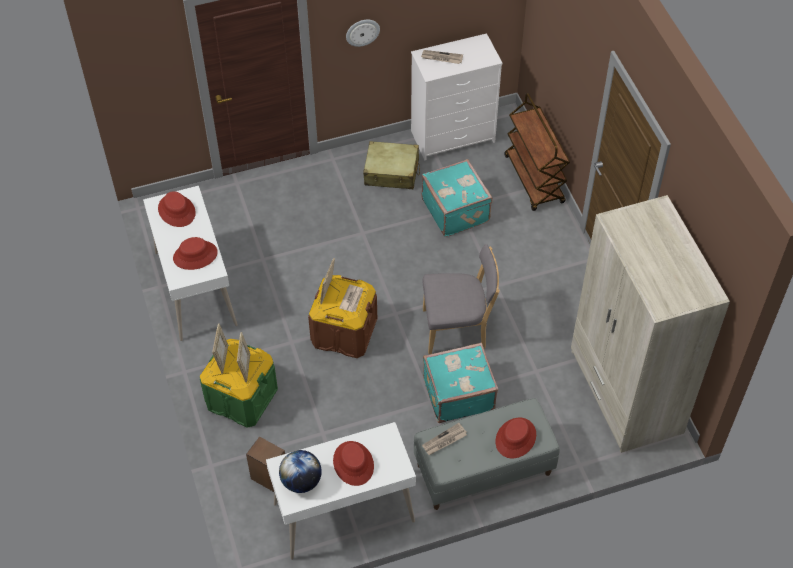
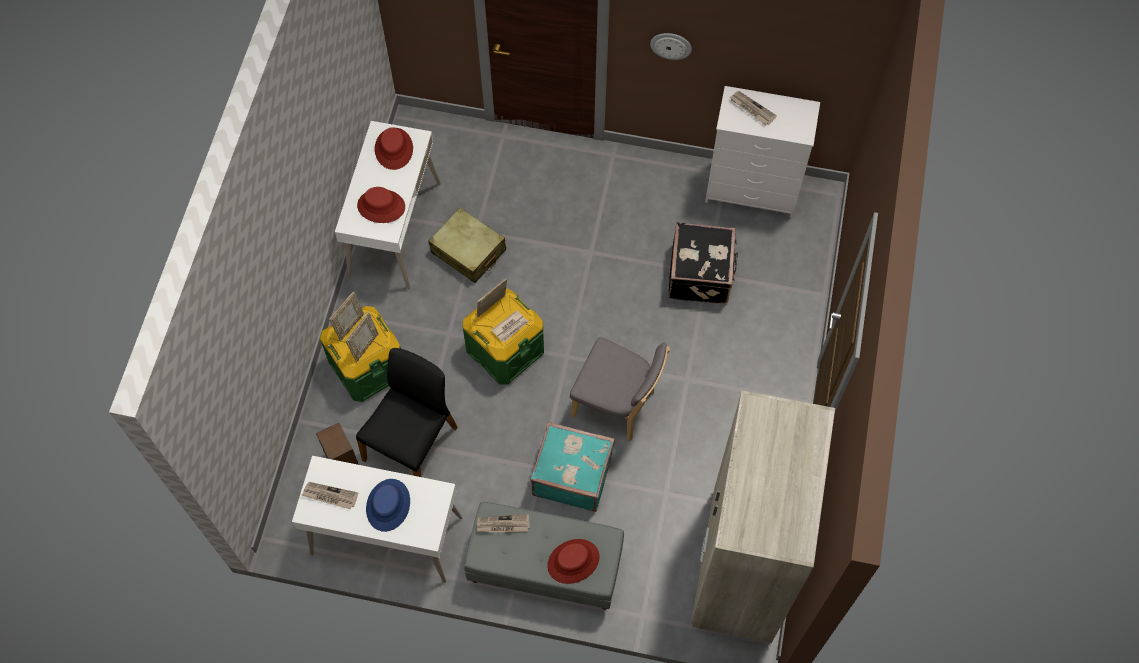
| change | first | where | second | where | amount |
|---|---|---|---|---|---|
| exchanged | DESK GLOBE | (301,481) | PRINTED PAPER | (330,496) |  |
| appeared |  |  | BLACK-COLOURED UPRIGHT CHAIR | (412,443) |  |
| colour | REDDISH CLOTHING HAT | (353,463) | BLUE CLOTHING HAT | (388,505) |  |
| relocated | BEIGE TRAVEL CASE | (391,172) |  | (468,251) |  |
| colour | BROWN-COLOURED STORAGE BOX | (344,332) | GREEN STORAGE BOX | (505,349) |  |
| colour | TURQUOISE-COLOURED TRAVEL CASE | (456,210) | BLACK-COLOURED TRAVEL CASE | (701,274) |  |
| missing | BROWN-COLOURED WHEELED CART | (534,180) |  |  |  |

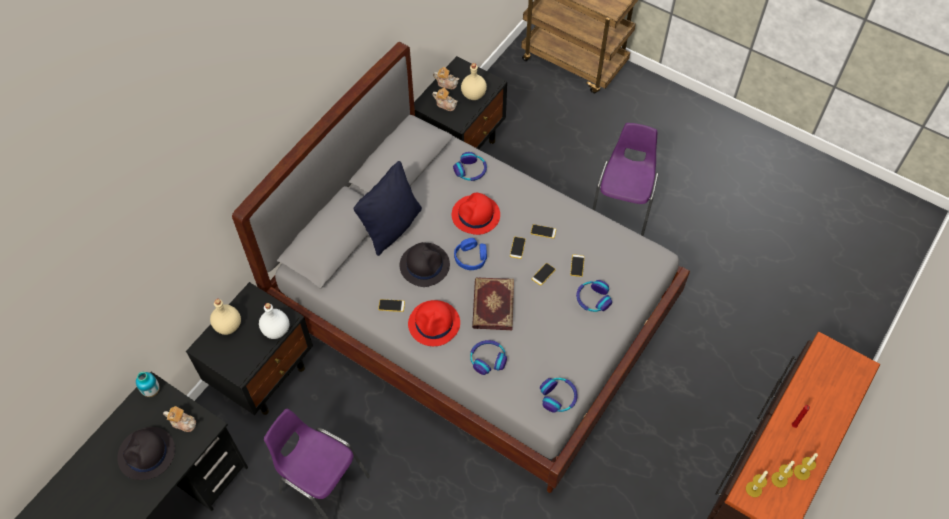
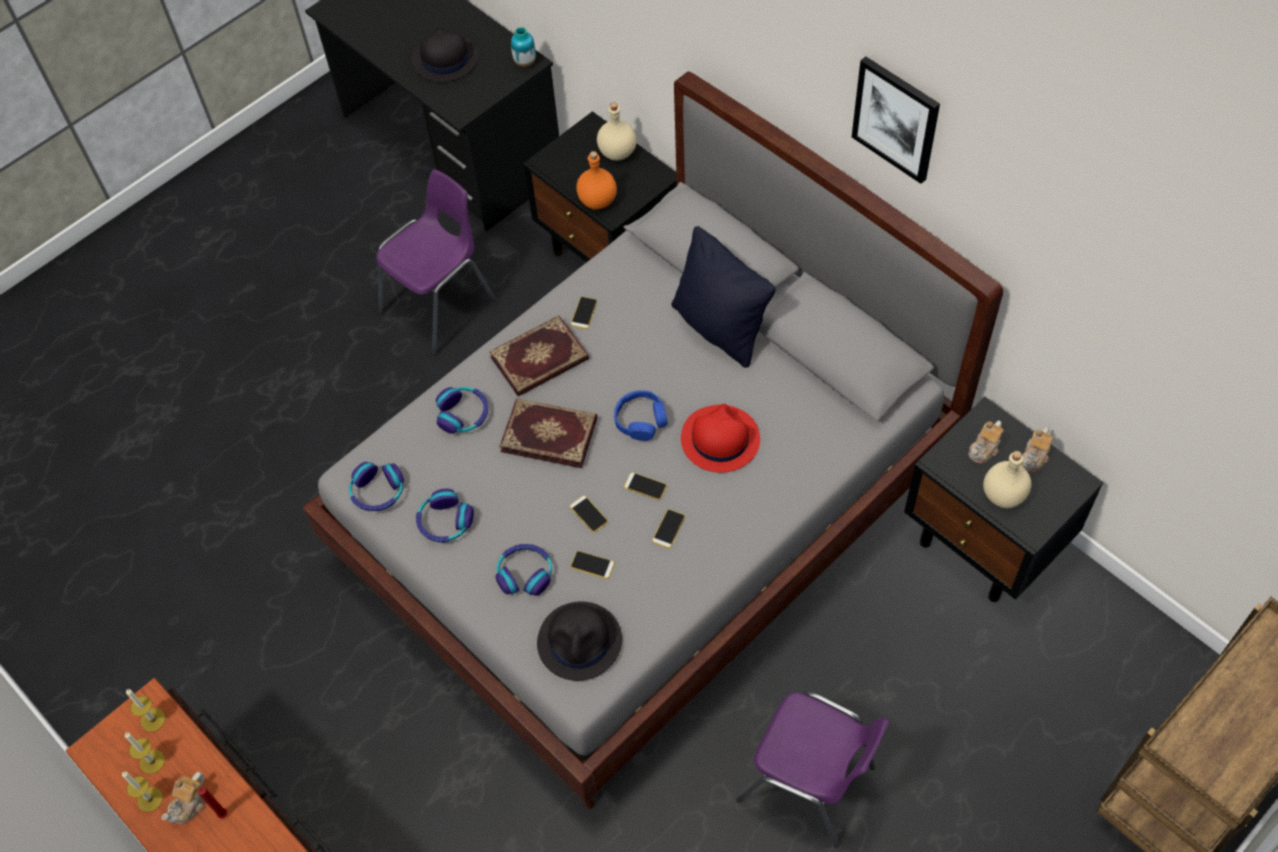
| change | first | where | second | where | amount |
|---|---|---|---|---|---|
| relocated | POT FOR TEA | (183,422) |  | (190,804) |  |
| relocated | HEADSET | (470,171) |  | (445,522) |  |
| exchanged | REDDISH CLOTHING HAT | (434,323) | VOLUME | (540,359) |  |
| relocated | BLACK-COLOURED CLOTHING HAT | (424,265) |  | (580,641) |  |
| colour | WHITE-COLOURED BEVERAGE BOTTLE | (277,330) | ORANGE-COLOURED BEVERAGE BOTTLE | (597,201) |  |
| appeared |  |  | WALL ART | (896,119) |  |

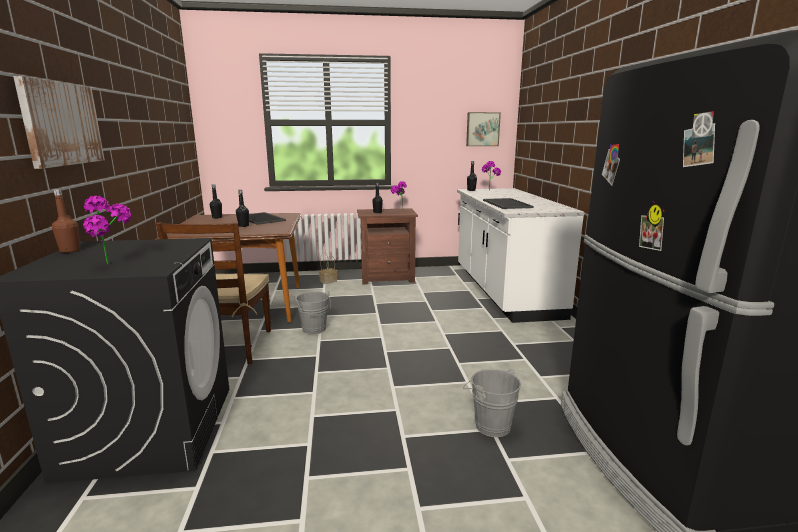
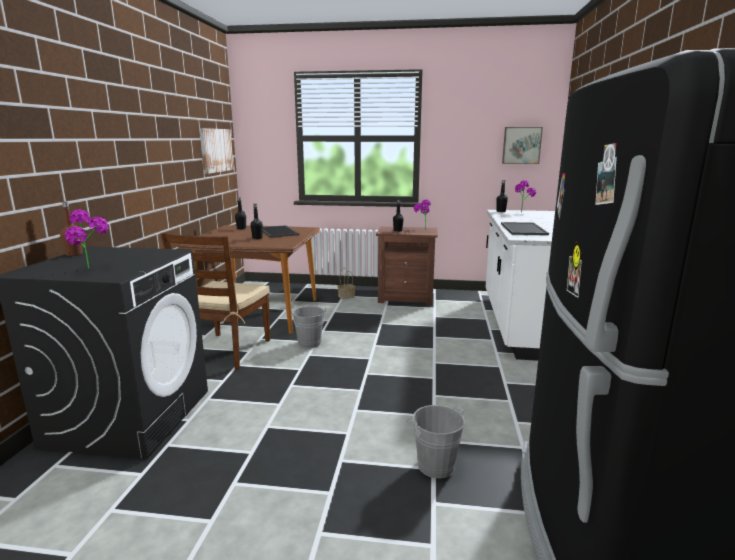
| change | first | where | second | where | amount |
|---|---|---|---|---|---|
| relocated | WALL ART | (61,124) |  | (216,150) |  |

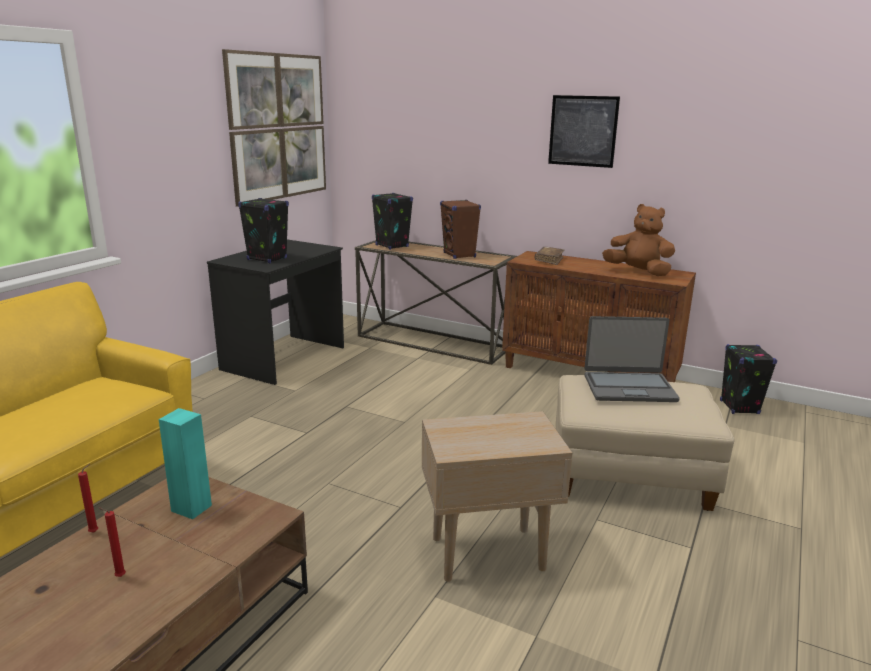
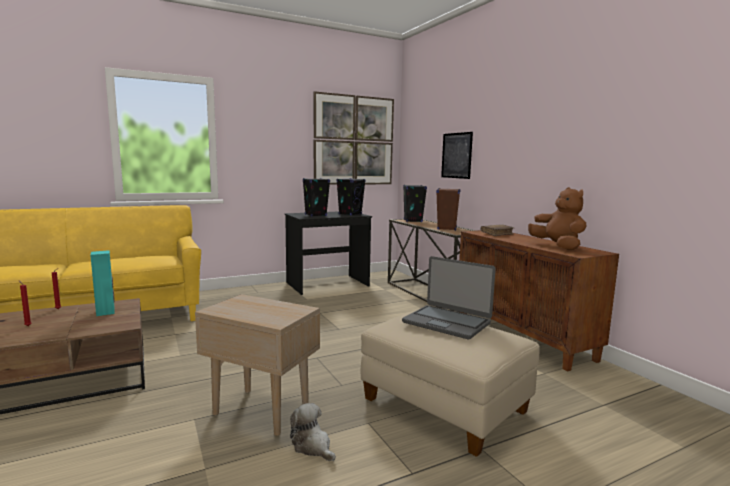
| change | first | where | second | where | amount |
|---|---|---|---|---|---|
| appeared |  |  | PLUSH TOY | (313,446) |  |
| relocated | BLACK-COLOURED AUDIO SPEAKER | (739,407) |  | (350,214) |  |
| relocated | WALL ART | (583,131) |  | (456,155) |  |

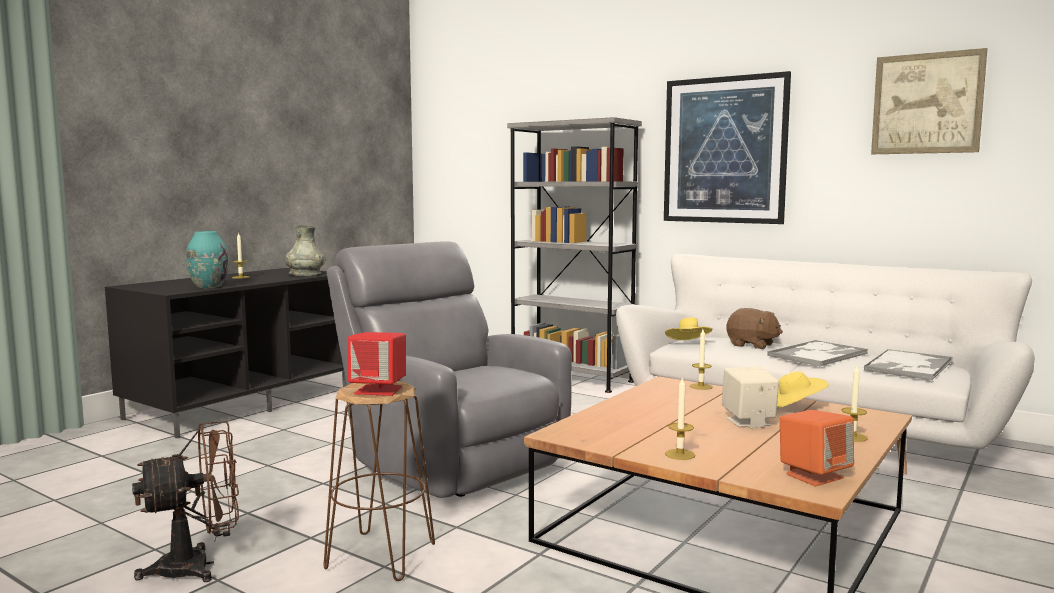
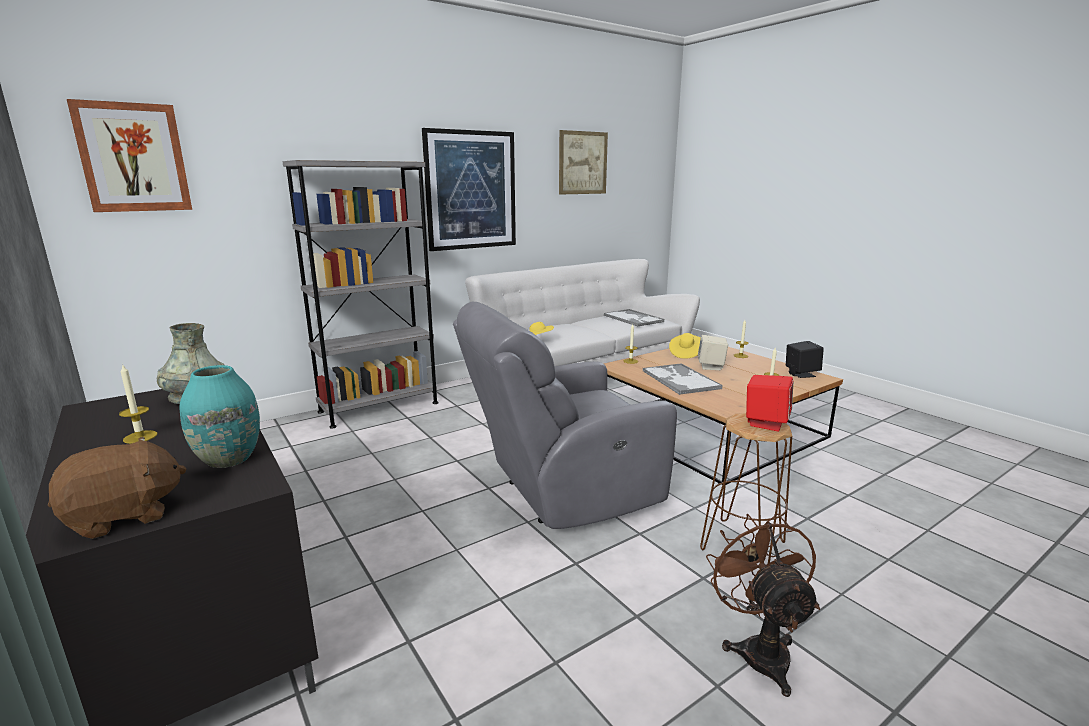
| change | first | where | second | where | amount |
|---|---|---|---|---|---|
| relocated | BROWN-COLOURED PLUSH TOY | (752,345) |  | (124,516) |  |
| appeared |  |  | WALL ART | (133,158) |  |
| relocated | CARRYING TRAY | (818,354) |  | (679,379) |  |
| colour | ORANGE-COLOURED AUDIO SPEAKER | (814,476) | BLACK-COLOURED AUDIO SPEAKER | (801,374) |  |

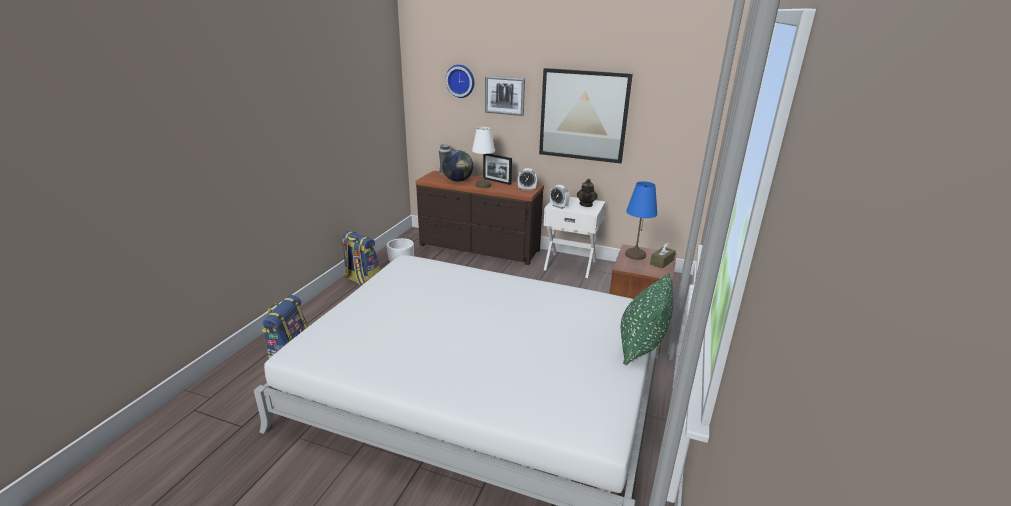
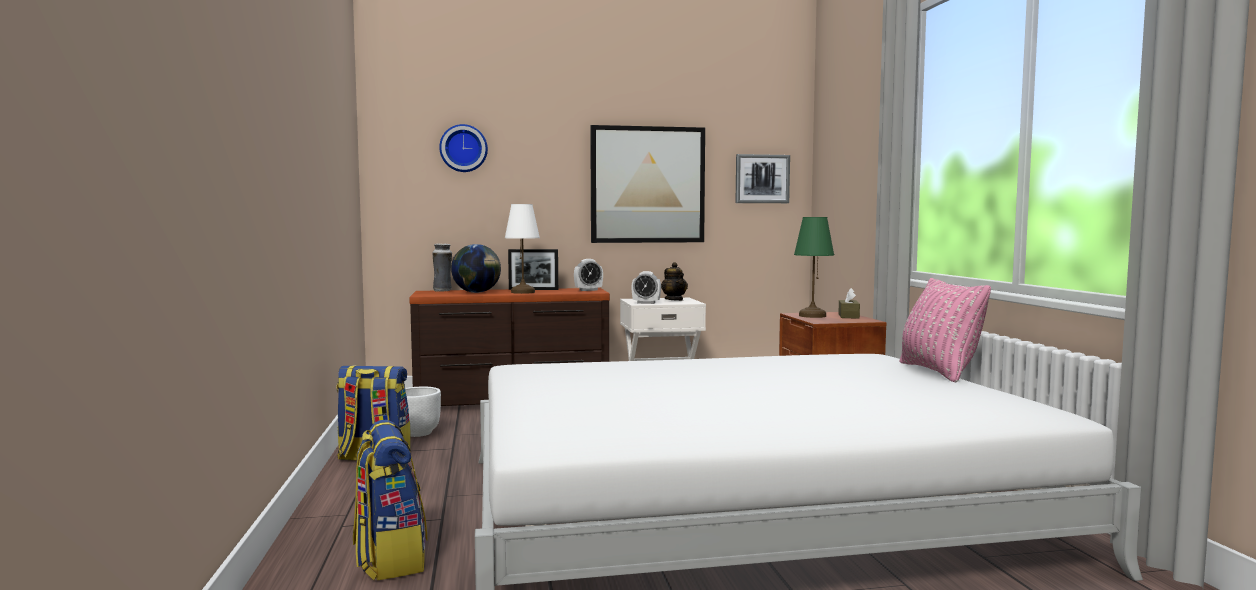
| change | first | where | second | where | amount |
|---|---|---|---|---|---|
| relocated | WALL ART | (505,95) |  | (762,179) |  |
| colour | BLUE LAMP FOR A TABLE | (635,255) | GREEN LAMP FOR A TABLE | (811,316) |  |
| colour | GREEN THROW PILLOW | (641,346) | PINK-COLOURED THROW PILLOW | (938,372) |  |

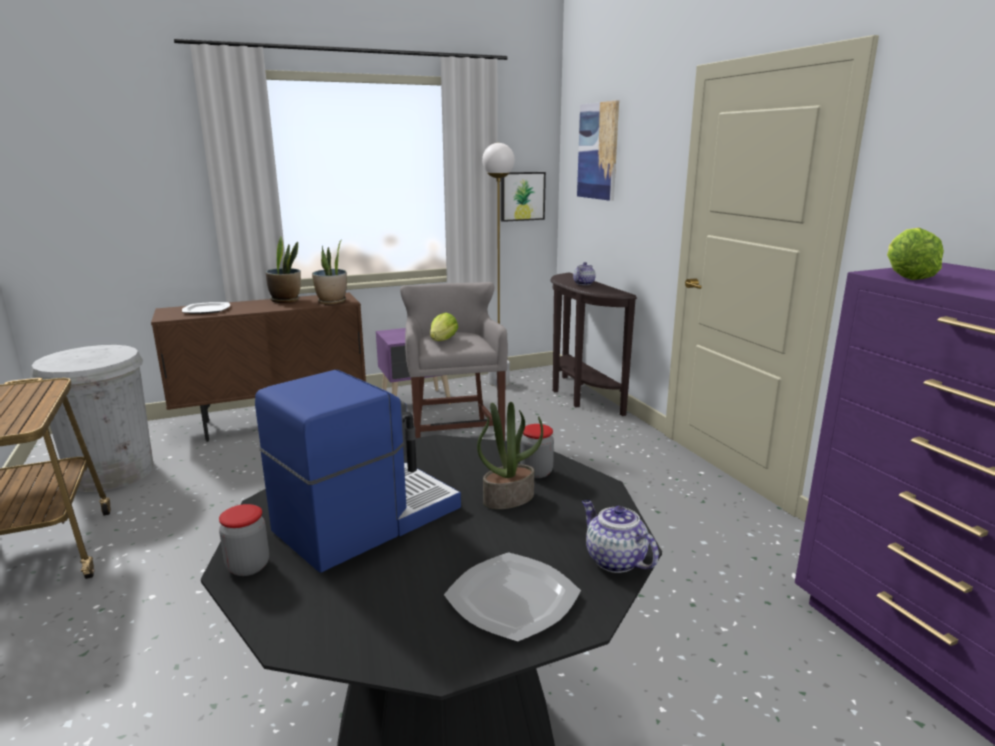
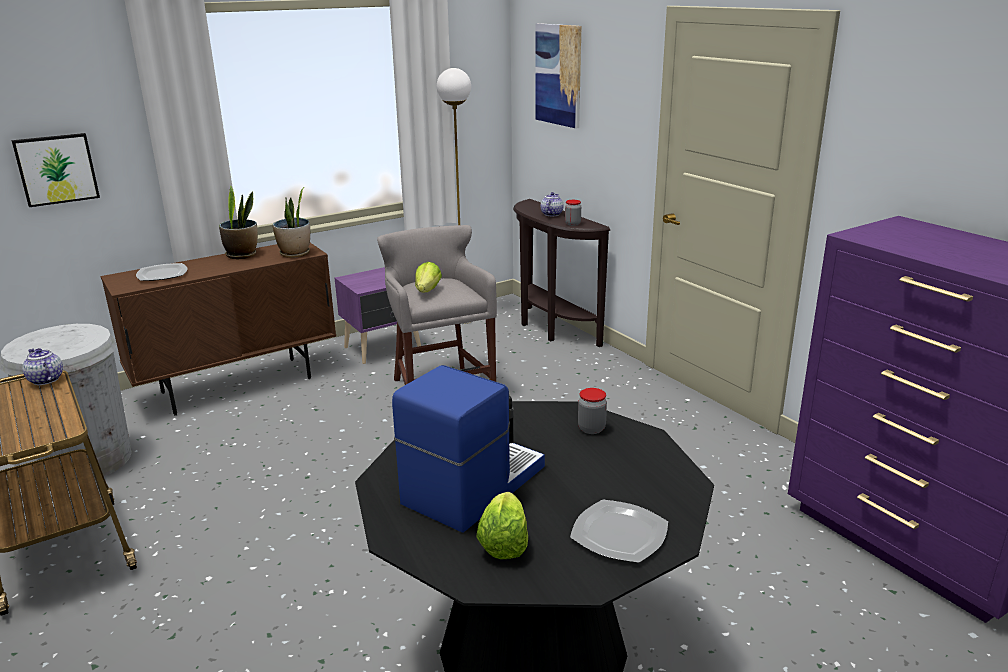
| change | first | where | second | where | amount |
|---|---|---|---|---|---|
| relocated | WALL ART | (522,196) |  | (56,169) |  |
| relocated | POT FOR TEA | (614,560) |  | (45,379) |  |
| relocated | LETTUCE HEAD | (906,276) |  | (504,543) |  |
| relocated | PRESERVE JAR | (248,566) |  | (572,224) |  |
| missing | POTTED PLANT | (509,498) |  |  |  |

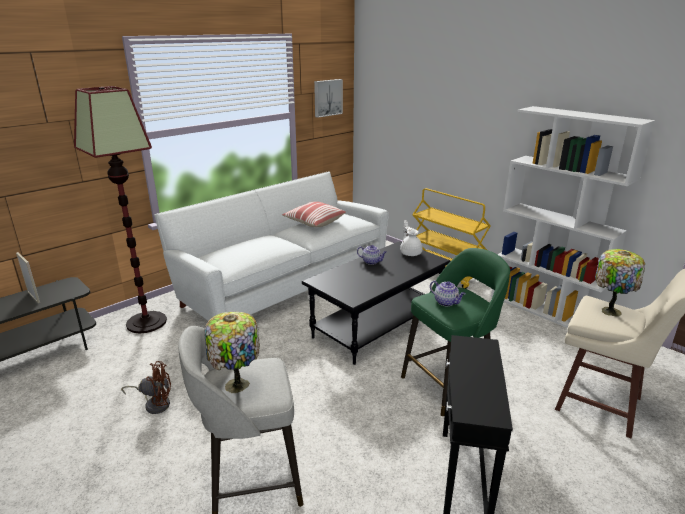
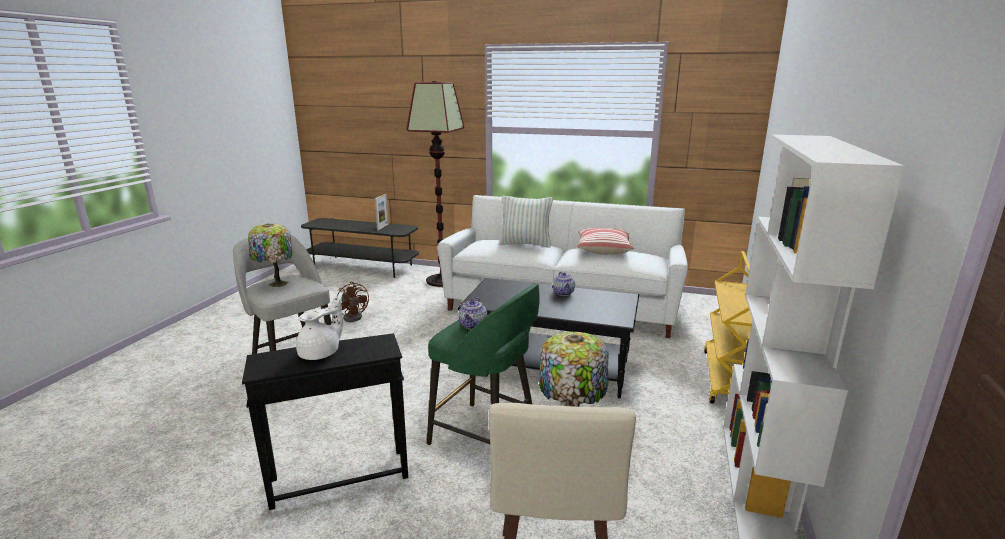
| change | first | where | second | where | amount |
|---|---|---|---|---|---|
| relocated | WHITE-COLOURED POT FOR TEA | (410,252) |  | (321,353) |  |
| appeared |  |  | THROW PILLOW | (525,244) |  |
| missing | WALL ART | (327,97) |  |  |  |

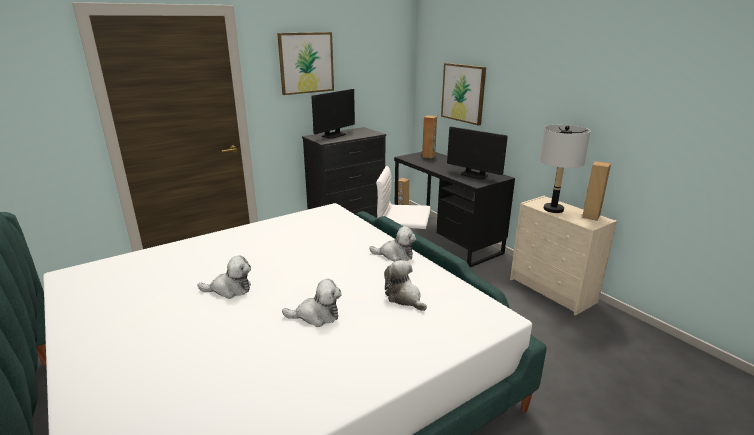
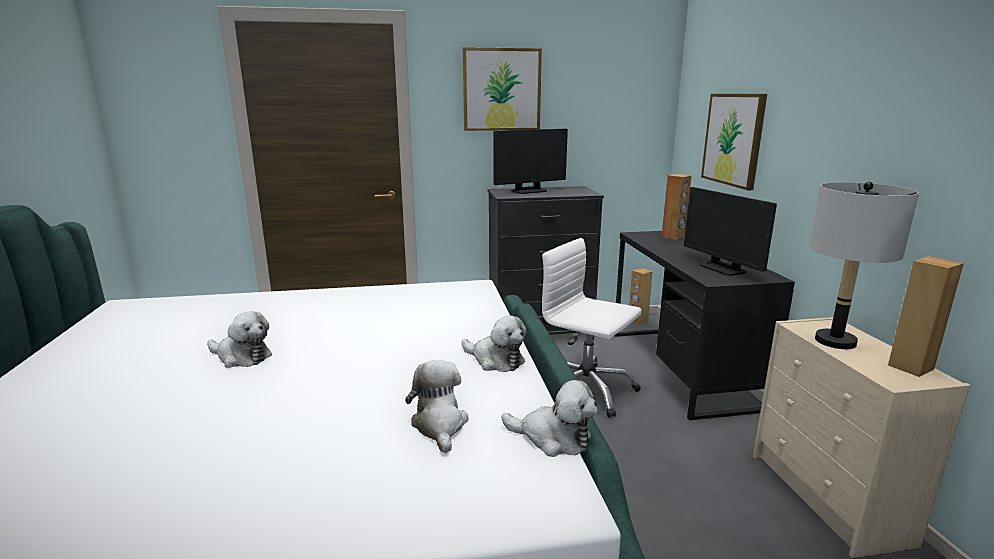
| change | first | where | second | where | amount |
|---|---|---|---|---|---|
| relocated | PLUSH TOY | (316,316) |  | (553,438) |  |

